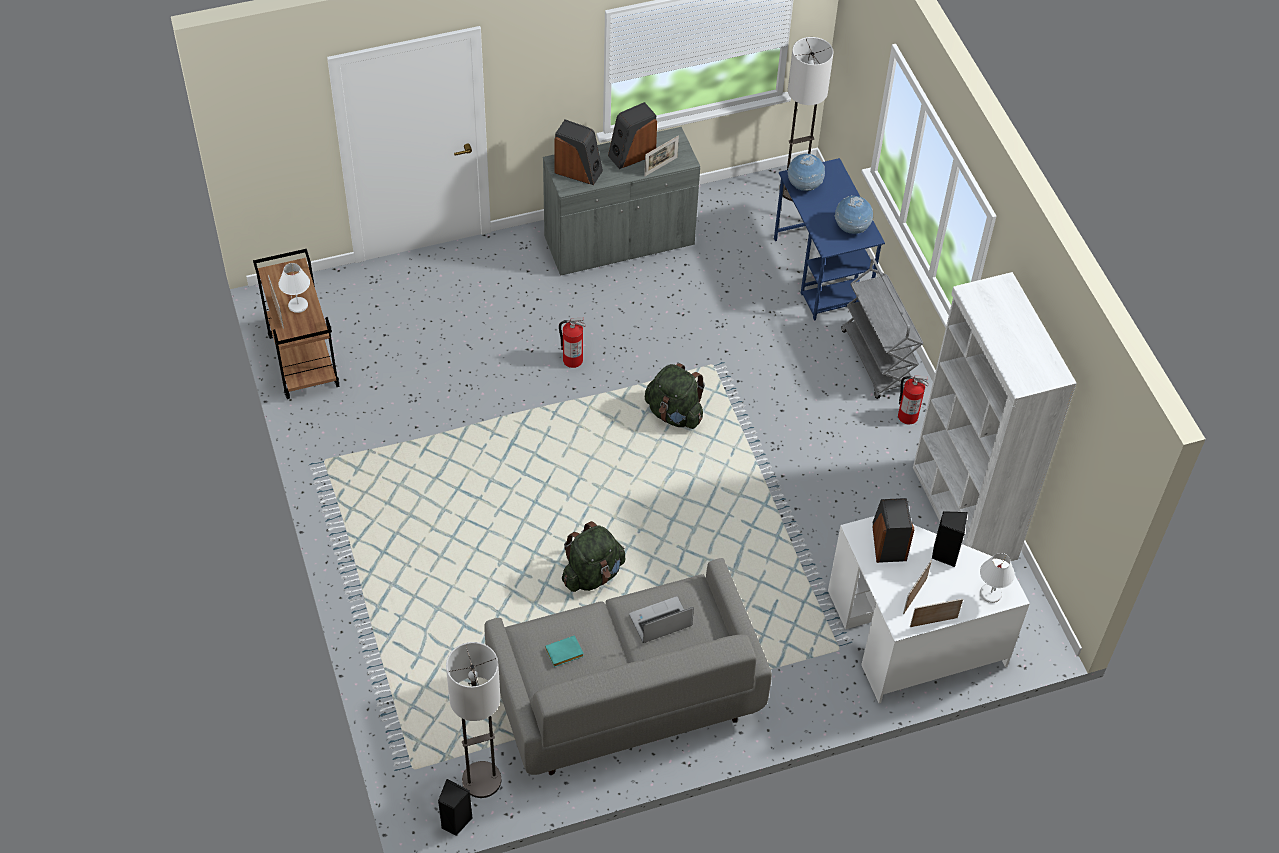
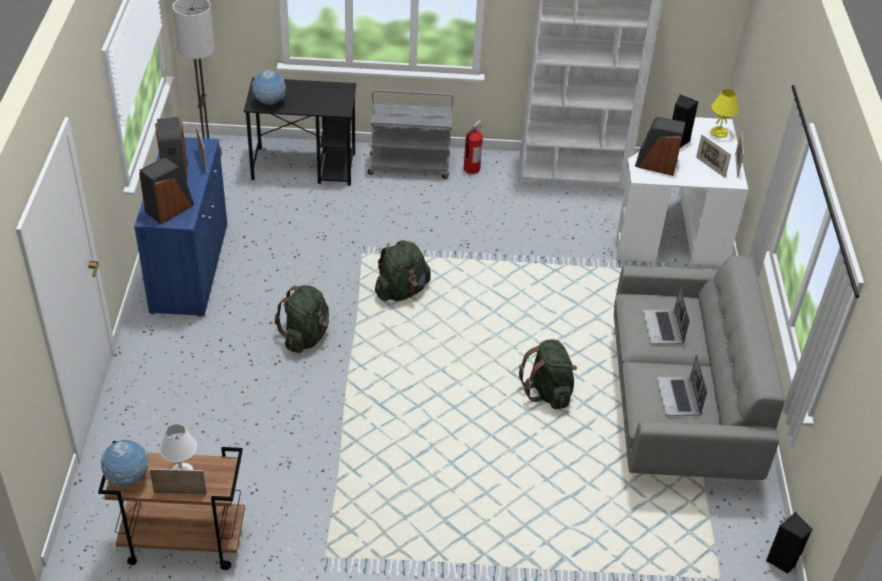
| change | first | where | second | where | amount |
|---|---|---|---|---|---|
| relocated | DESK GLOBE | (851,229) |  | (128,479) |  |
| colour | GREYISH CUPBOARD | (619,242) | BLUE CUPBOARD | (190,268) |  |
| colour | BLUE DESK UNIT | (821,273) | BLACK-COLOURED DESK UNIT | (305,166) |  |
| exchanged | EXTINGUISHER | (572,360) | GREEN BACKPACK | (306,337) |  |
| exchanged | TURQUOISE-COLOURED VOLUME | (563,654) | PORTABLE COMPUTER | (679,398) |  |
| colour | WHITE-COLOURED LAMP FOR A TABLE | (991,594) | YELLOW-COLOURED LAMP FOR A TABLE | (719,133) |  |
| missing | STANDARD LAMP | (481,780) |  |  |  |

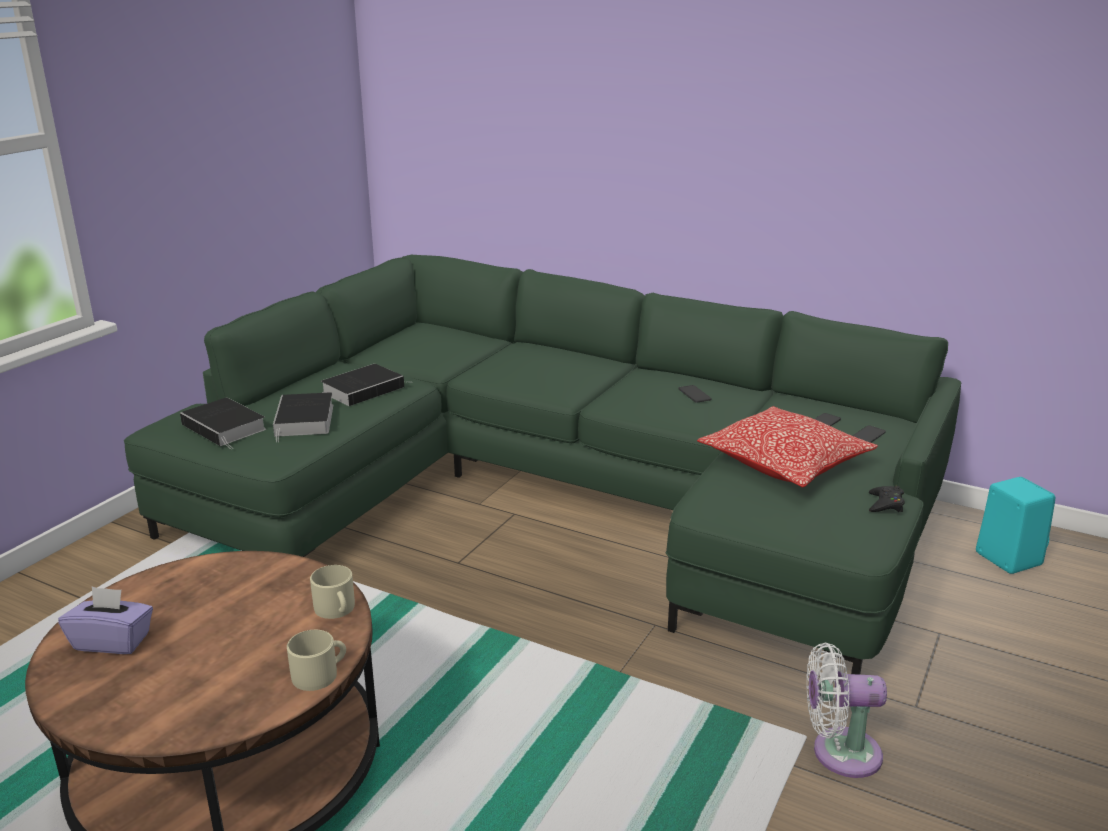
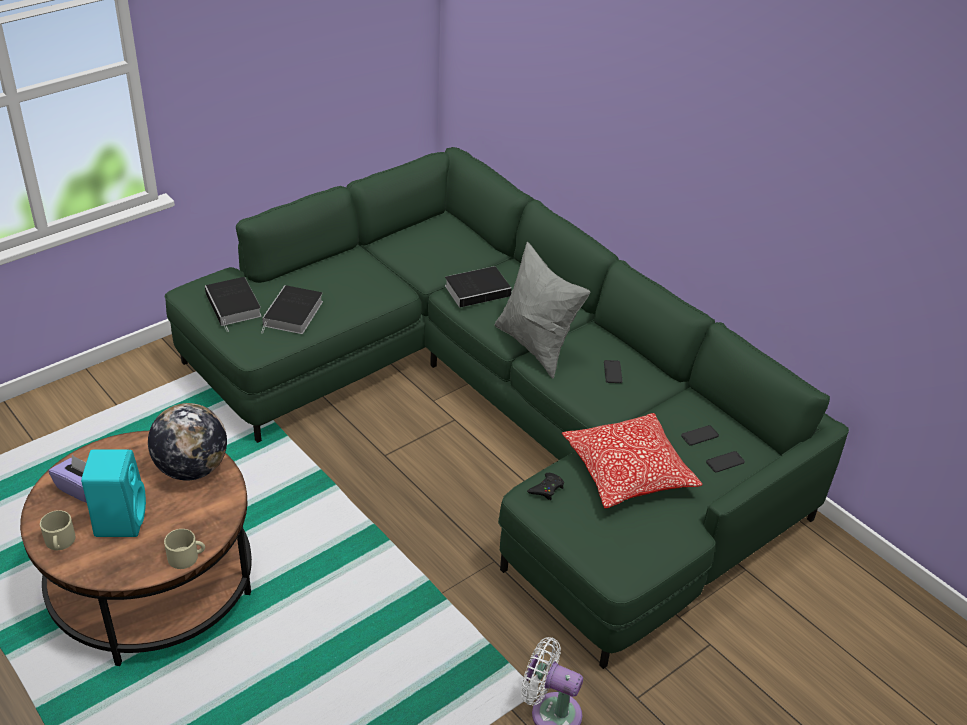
| change | first | where | second | where | amount |
|---|---|---|---|---|---|
| relocated | BEIGE COFFEE MUG | (336,609) |  | (60,542) |  |
| relocated | TURQUOISE-COLOURED AUDIO SPEAKER | (1006,557) |  | (120,519) |  |
| appeared |  |  | DESK GLOBE | (191,469) |  |
| relocated | VOLUME | (364,389) |  | (479,290) |  |
| appeared |  |  | GREYISH THROW PILLOW | (536,346) |  |
| relocated | BLACK-COLOURED GAME CONTROLLER | (885,504) |  | (546,489) |  |

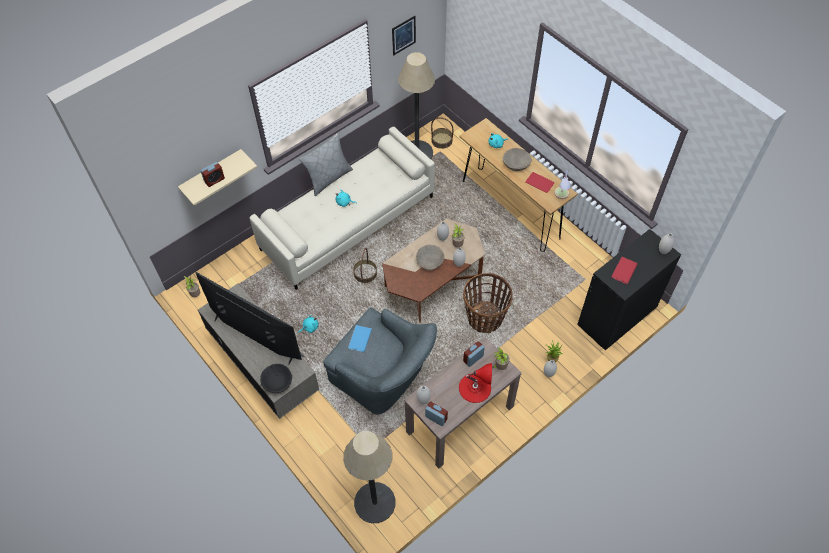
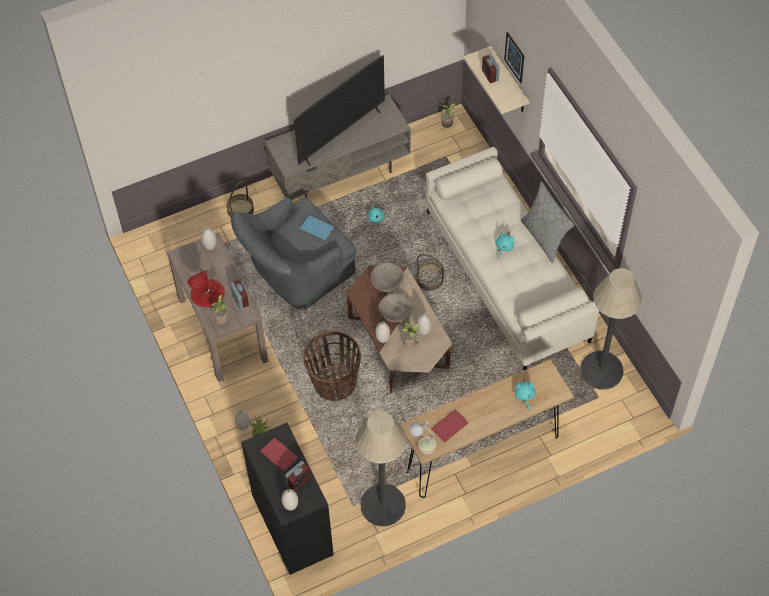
| change | first | where | second | where | amount |
|---|---|---|---|---|---|
| relocated | STORAGE BASKET | (441,140) |  | (240,210) |  |
| relocated | BEDSIDE CLOCK | (436,418) |  | (298,481) |  |
| relocated | STANDARD LAMP | (374,502) |  | (383,505) |  |
| relocated | BEIGE DEEP DISH | (516,163) |  | (387,281) |  |
| relocated | WALL ART | (403,35) |  | (514,57) |  |
| missing | BLACK-COLOURED DEEP DISH | (277,382) |  |  |  |

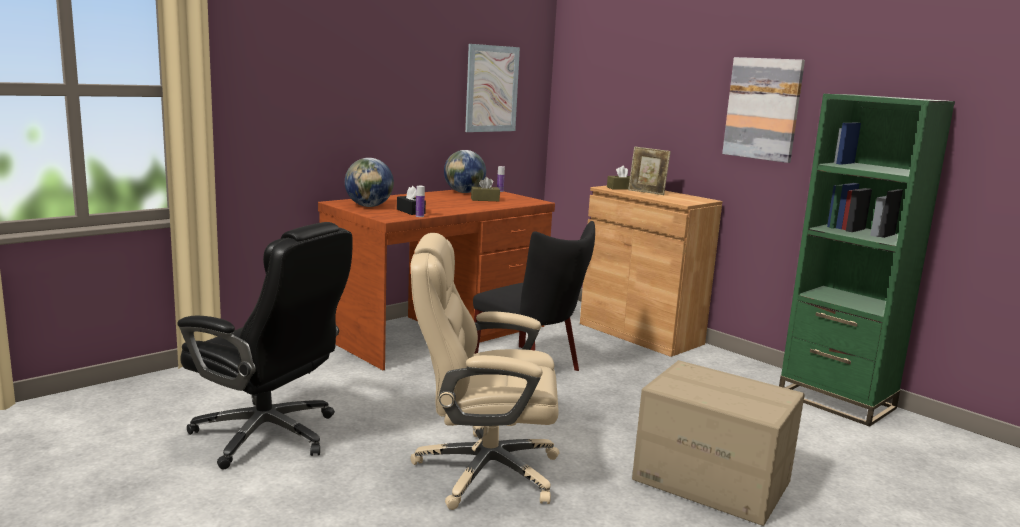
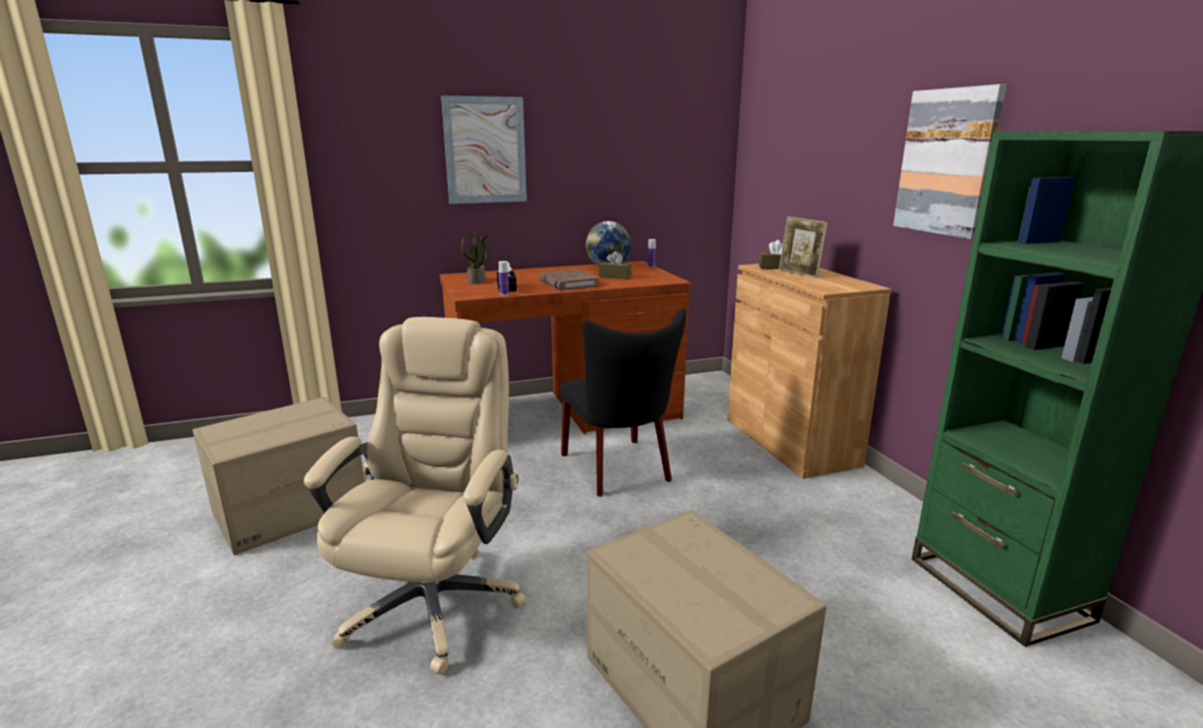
| change | first | where | second | where | amount |
|---|---|---|---|---|---|
| exchanged | BLACK-COLOURED COMPUTER CHAIR | (268,435) | PACKING BOX | (290,511) |  |
| spun | BEIGE COMPUTER CHAIR | (483,471) |  | (434,602) | 75 degrees clockwise |
| relocated | WALL ART | (492,89) |  | (485,150) |  |
| exchanged | DESK GLOBE | (369,206) | POTTED PLANT | (477,281) |  |
| appeared |  |  | BROWN-COLOURED VOLUME | (568,283) |  |

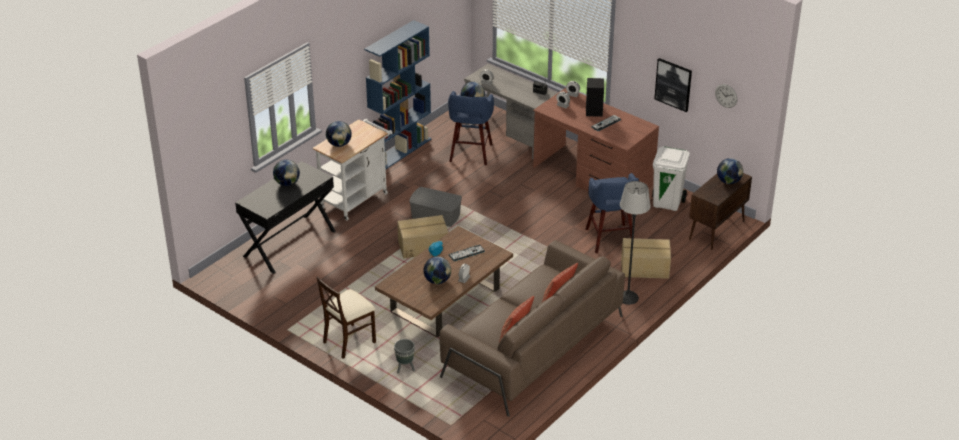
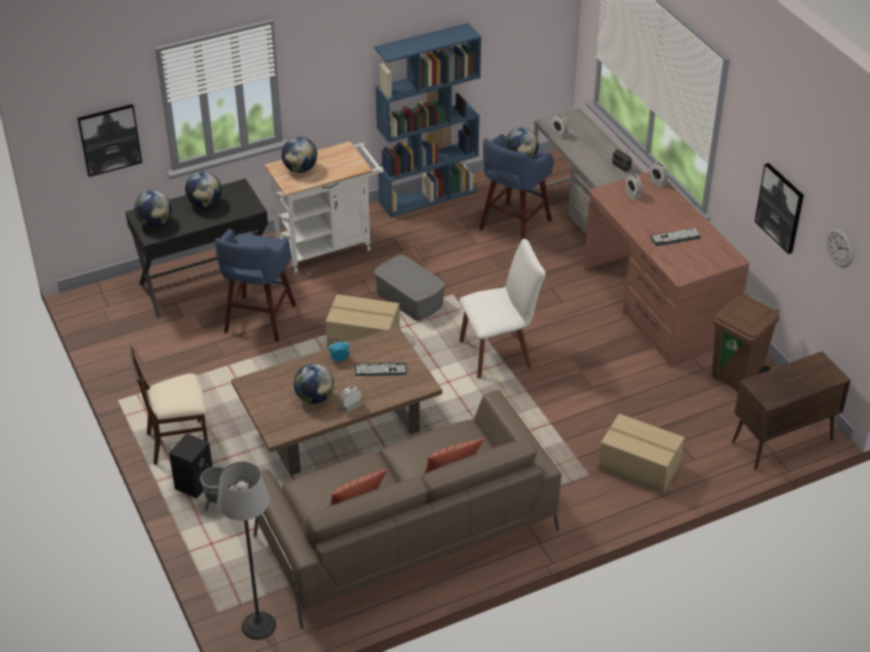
| change | first | where | second | where | amount |
|---|---|---|---|---|---|
| appeared |  |  | WALL ART | (109,139) |  |
| relocated | DESK GLOBE | (728,181) |  | (155,223) |  |
| relocated | BLACK-COLOURED AUDIO SPEAKER | (593,111) |  | (194,483) |  |
| relocated | BLUE STOOL SEAT | (610,239) |  | (259,320) |  |
| relocated | STANDARD LAMP | (627,297) |  | (258,625) |  |
| appeared |  |  | WHITE-COLOURED UPRIGHT CHAIR | (499,352) |  |
| colour | WHITE-COLOURED TRASH CAN | (667,203) | BROWN-COLOURED TRASH CAN | (736,377) |  |

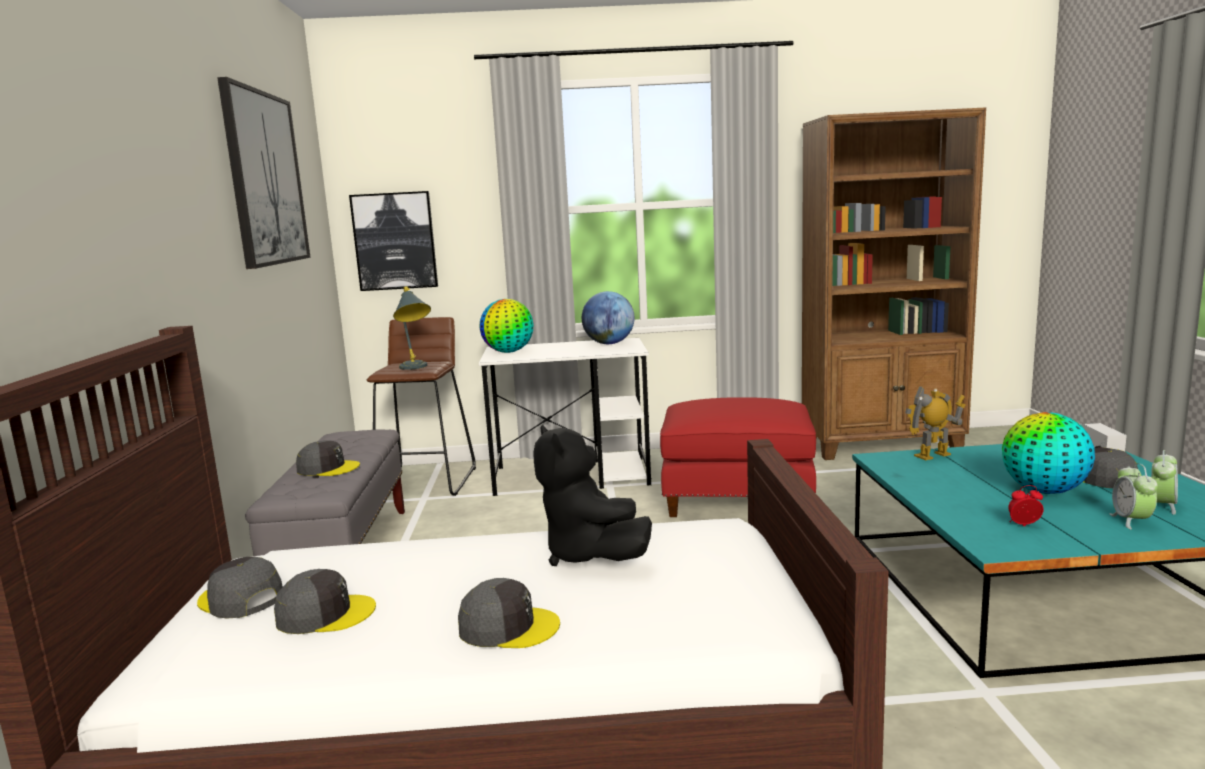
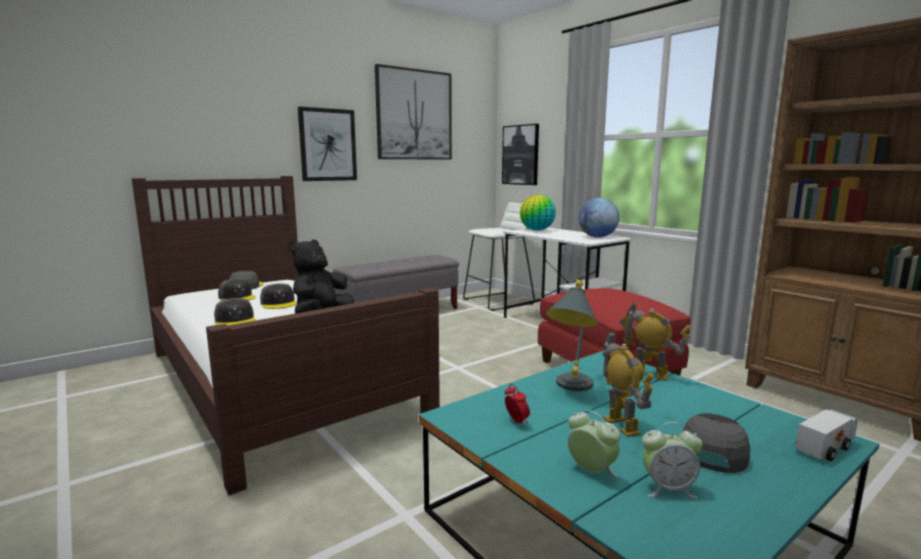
| change | first | where | second | where | amount |
|---|---|---|---|---|---|
| relocated | GREYISH CAP | (328,468) |  | (279,303) |  |
| appeared |  |  | WALL ART | (327,145) |  |
| colour | BROWN-COLOURED STOOL SEAT | (427,481) | WHITE-COLOURED STOOL SEAT | (499,301) |  |
| relocated | GREYISH LAMP FOR A TABLE | (415,368) |  | (570,388) |  |
| spun | BEDSIDE CLOCK | (1131,521) |  | (591,471) | 75 degrees clockwise |
| exchanged | DESK GLOBE | (1043,491) | TOY ROBOT | (621,425) |  |

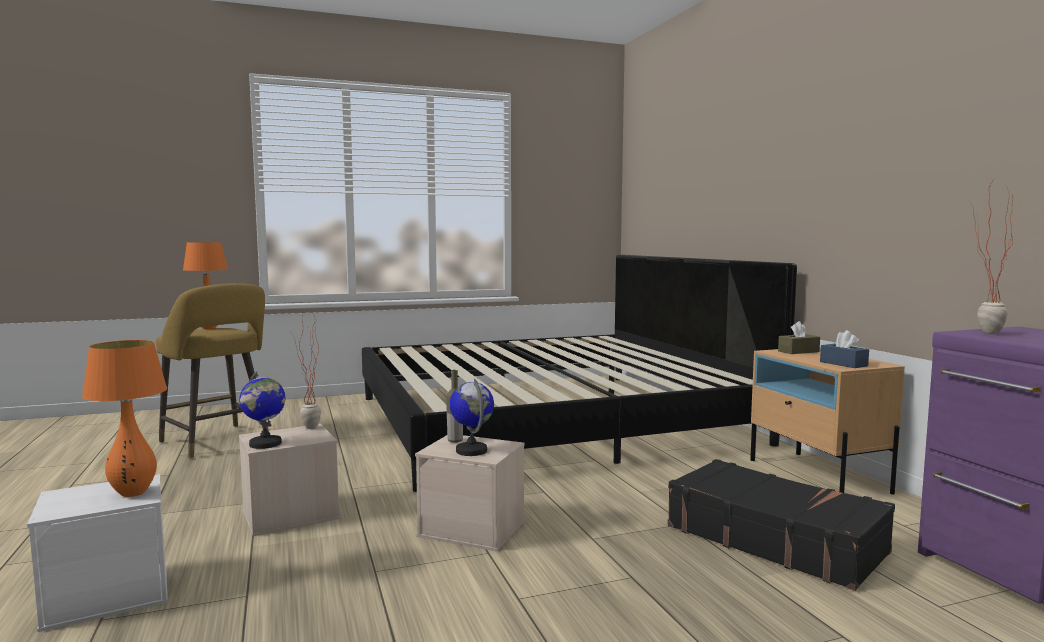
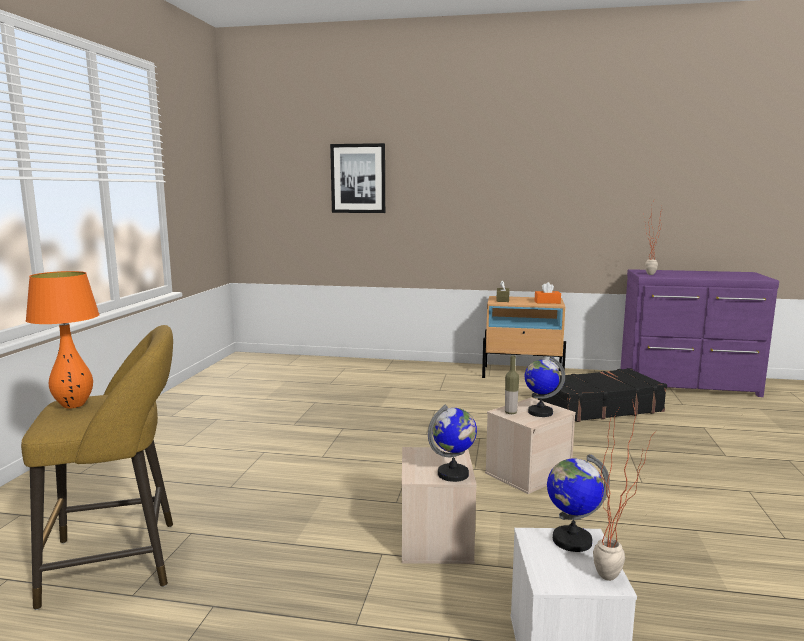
| change | first | where | second | where | amount |
|---|---|---|---|---|---|
| appeared |  |  | WALL ART | (358,178) |  |
| colour | BLUE TISSUE BOX | (843,364) | ORANGE-COLOURED TISSUE BOX | (547,302) |  |
| exchanged | ORANGE-COLOURED LAMP FOR A TABLE | (133,493) | DESK GLOBE | (571,540) |  |
| relocated | POTTED PLANT | (308,429) |  | (617,580) |  |
| missing | BED | (548,419) |  |  |  |

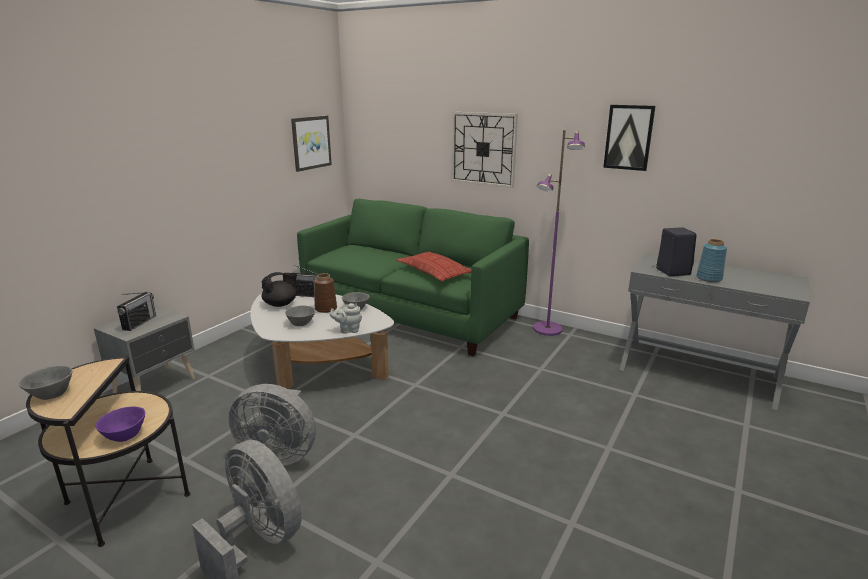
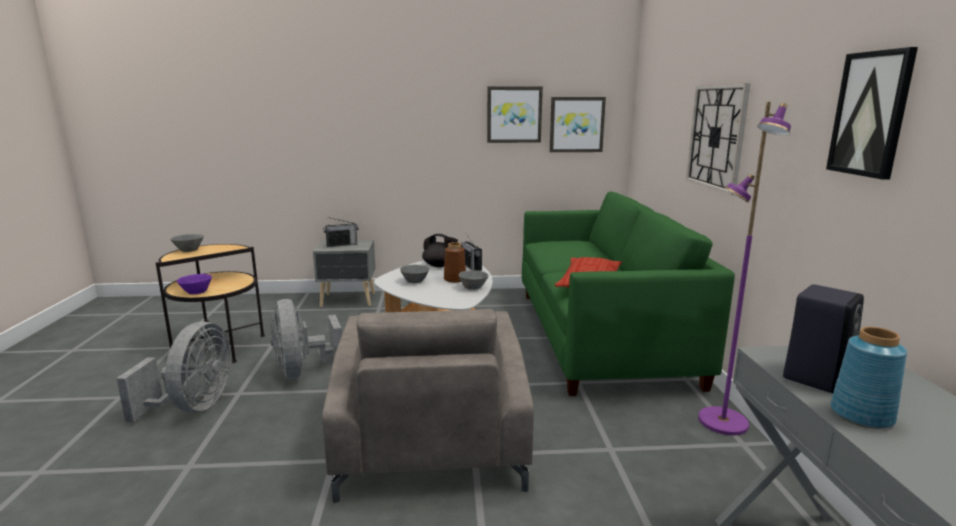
| change | first | where | second | where | amount |
|---|---|---|---|---|---|
| appeared |  |  | GREYISH EASY CHAIR | (431,438) |  |
| appeared |  |  | WALL ART | (514,114) |  |
| missing | GREYISH POT FOR TEA | (348,330) |  |  |  |

